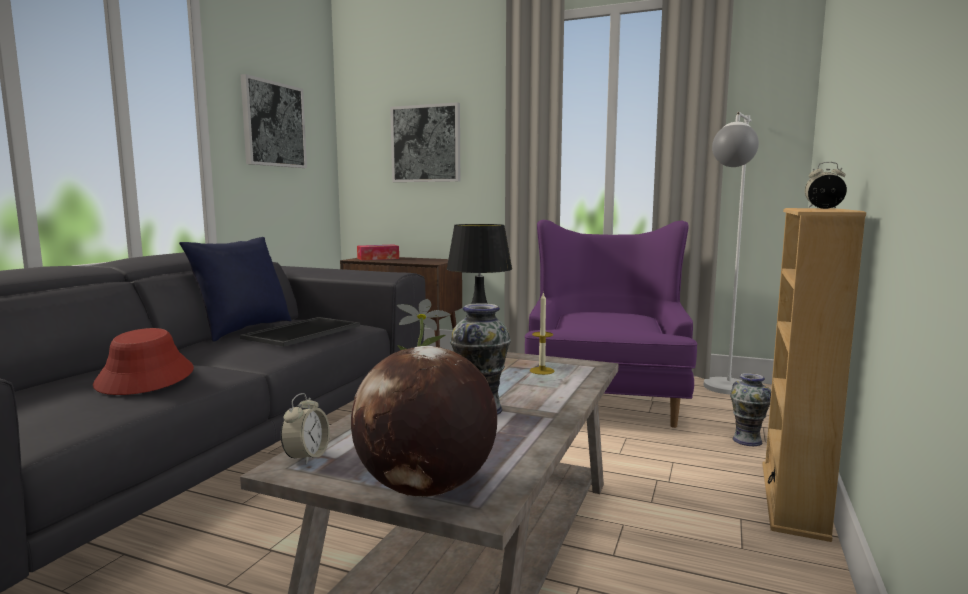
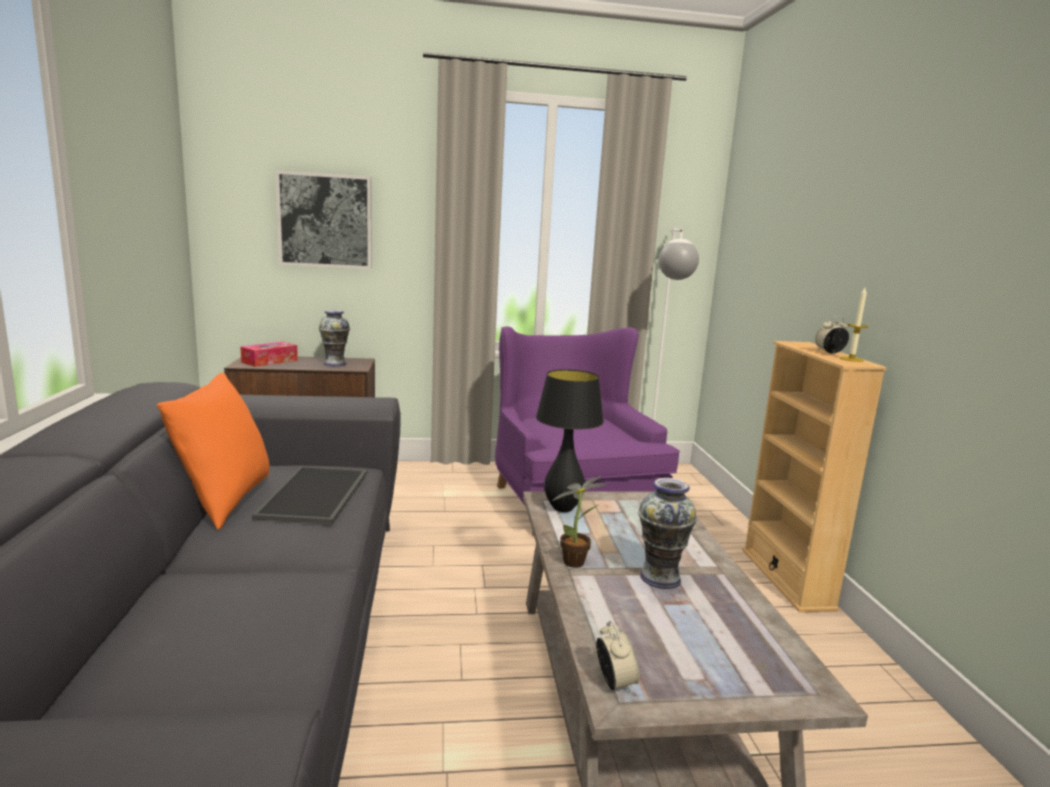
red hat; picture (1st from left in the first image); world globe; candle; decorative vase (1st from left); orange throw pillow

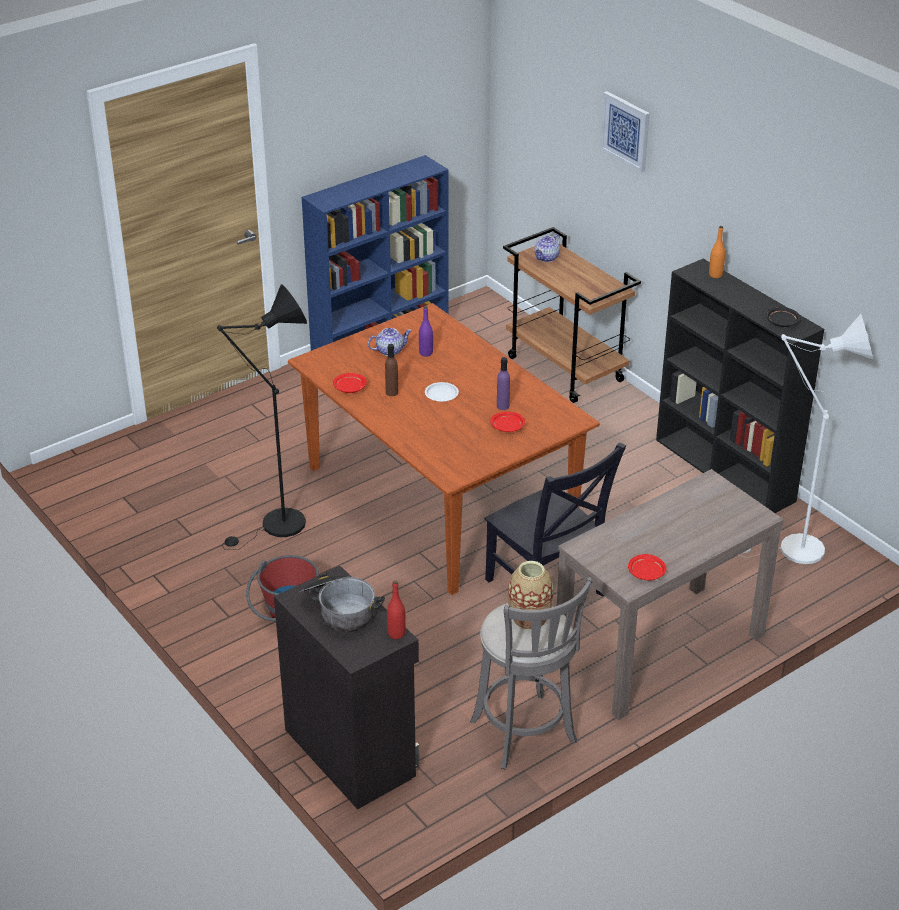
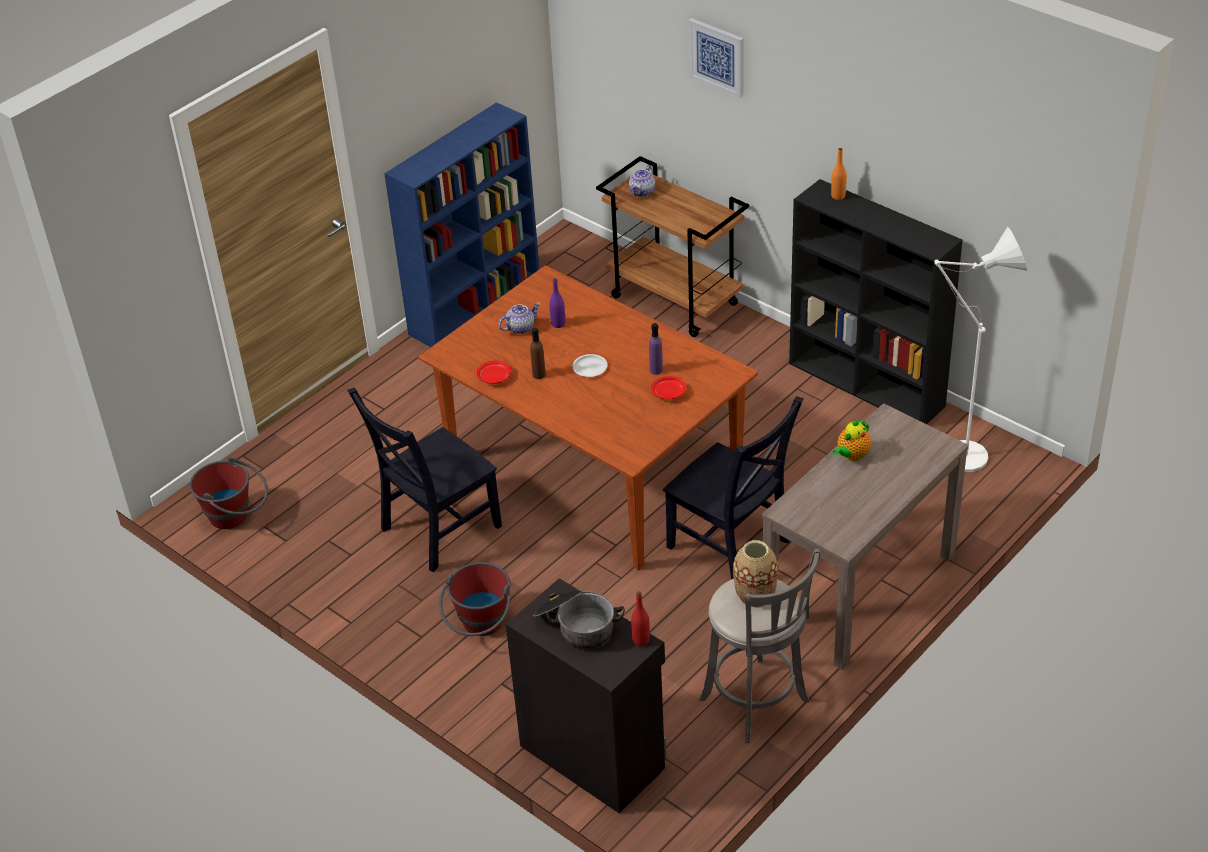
red dinner plate (3rd from left in the first image); blackish dinner plate; red pail (1st from left); tea pot (3rd from left); blackish plain chair (1st from left)

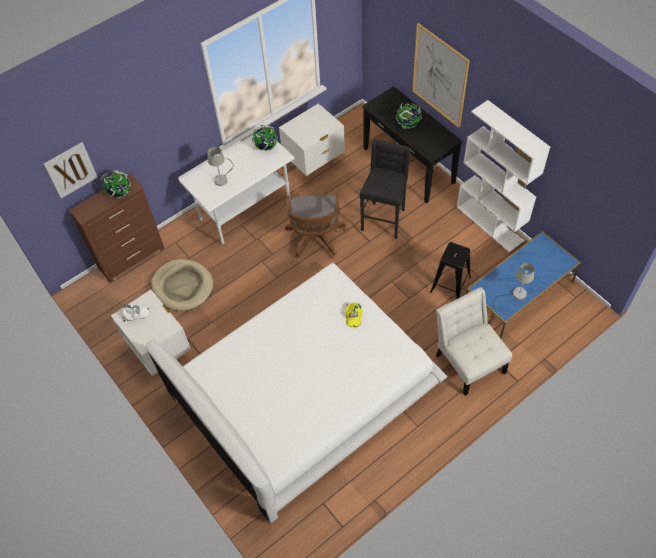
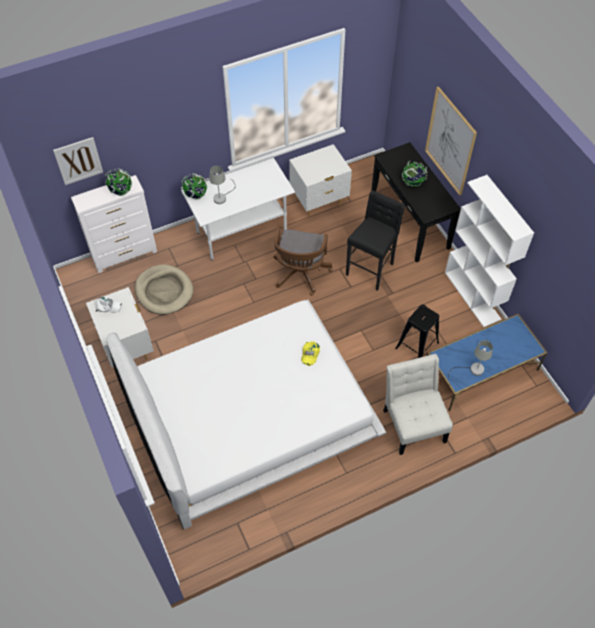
world globe (2nd from left); white-coloured chest of drawers

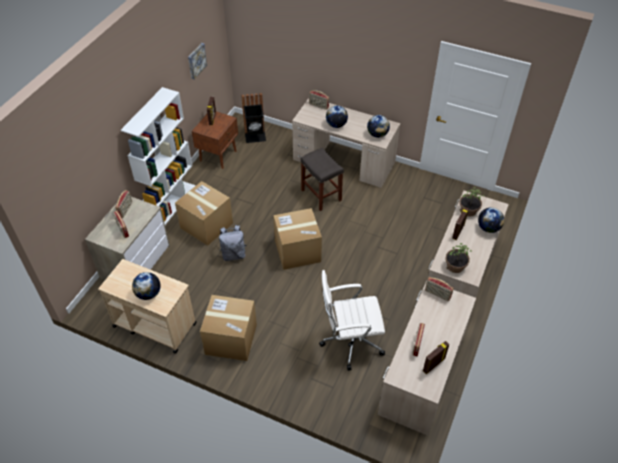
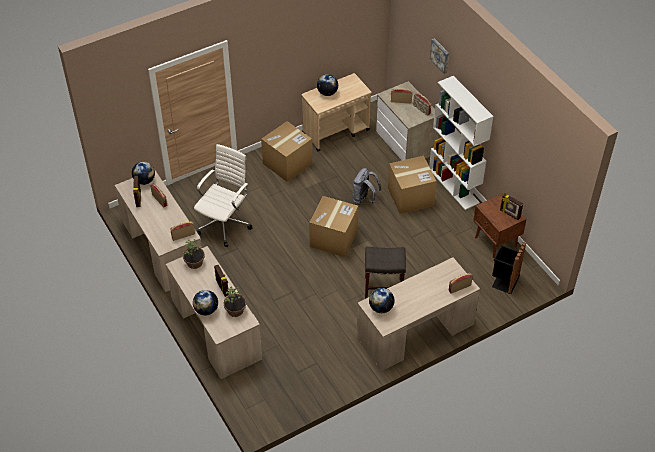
picture; world globe (1st from left)

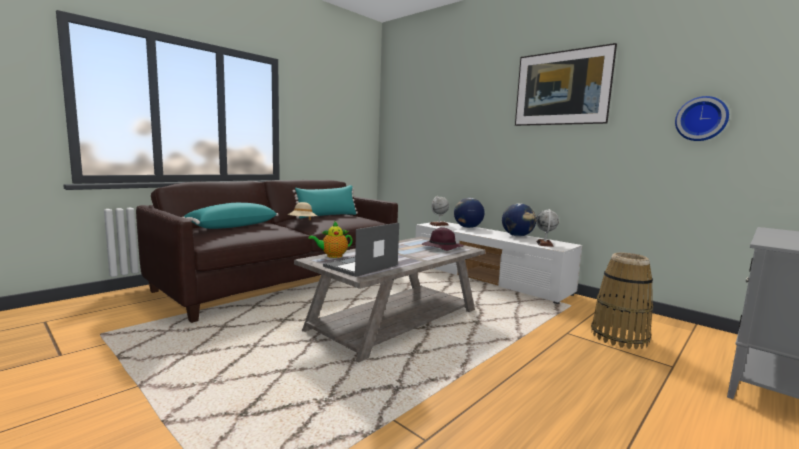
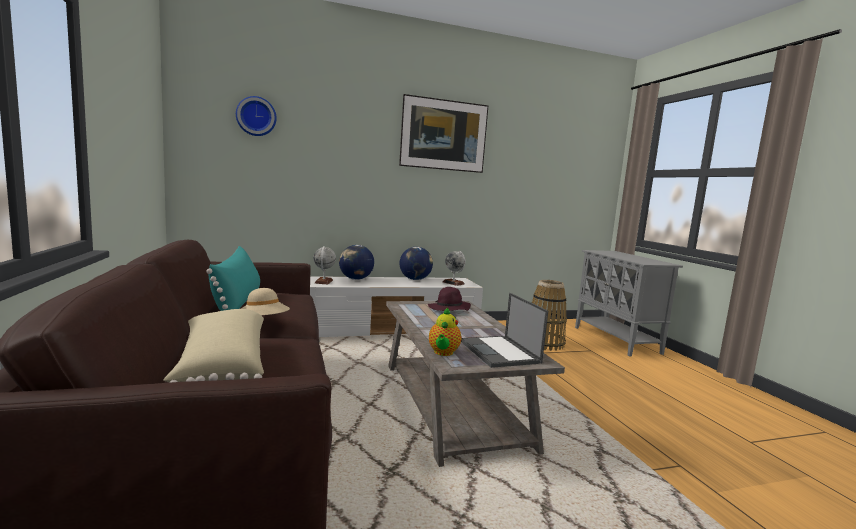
clock on the wall; sand-coloured throw pillow

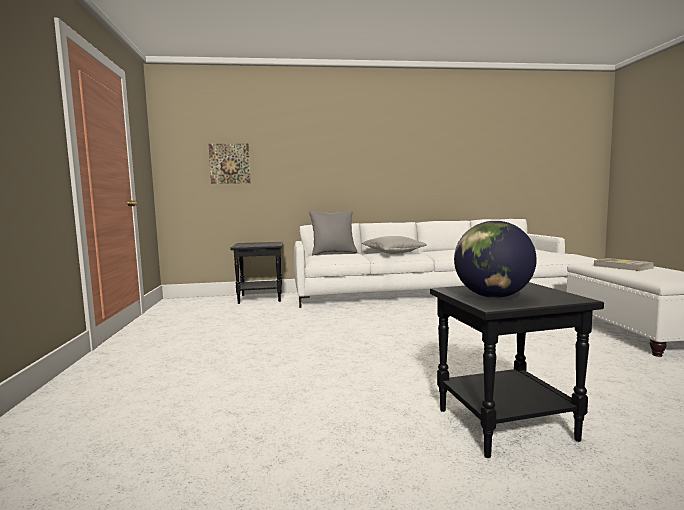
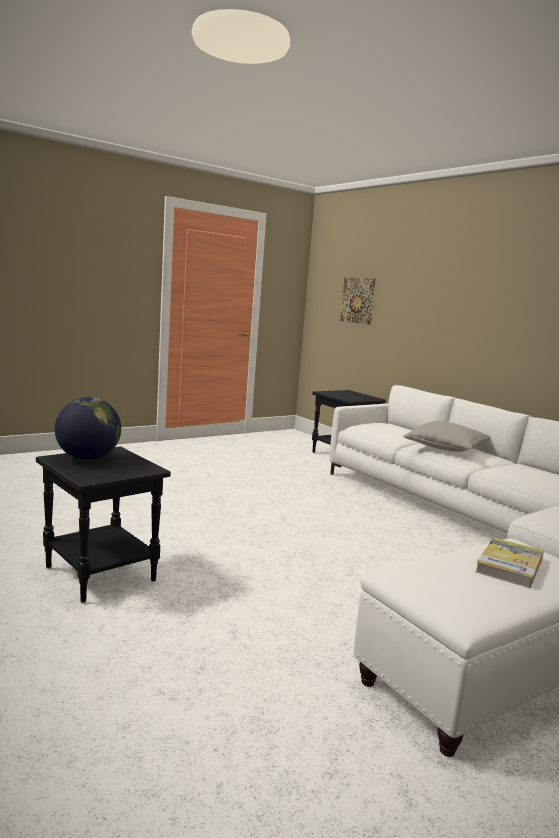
gray throw pillow (1st from left in the first image)

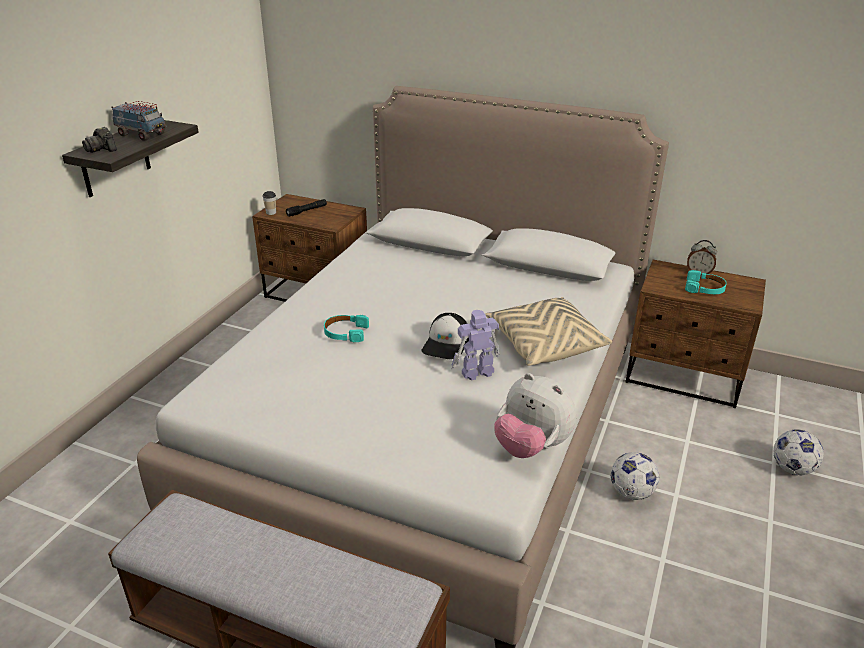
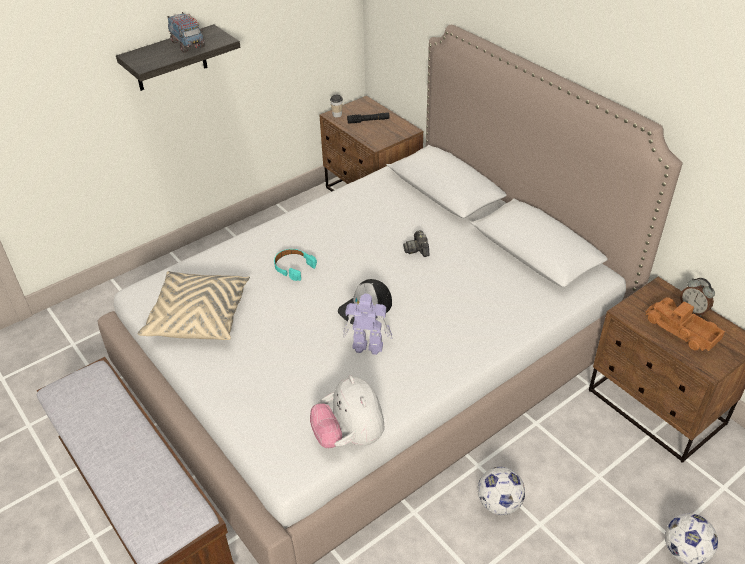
photo camera; sand-coloured throw pillow; model truck (2nd from left)

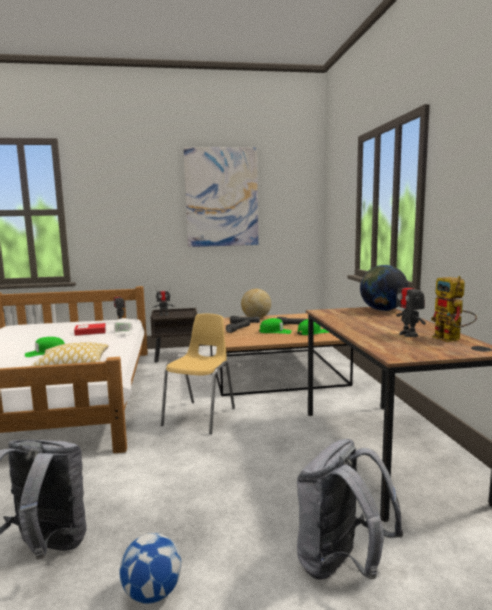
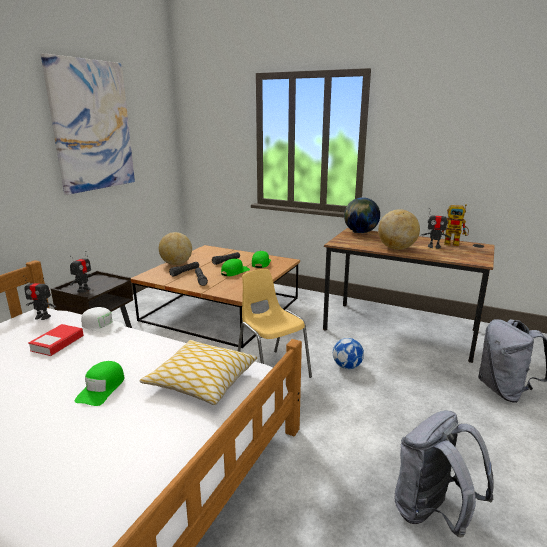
world globe (3rd from left); football ball

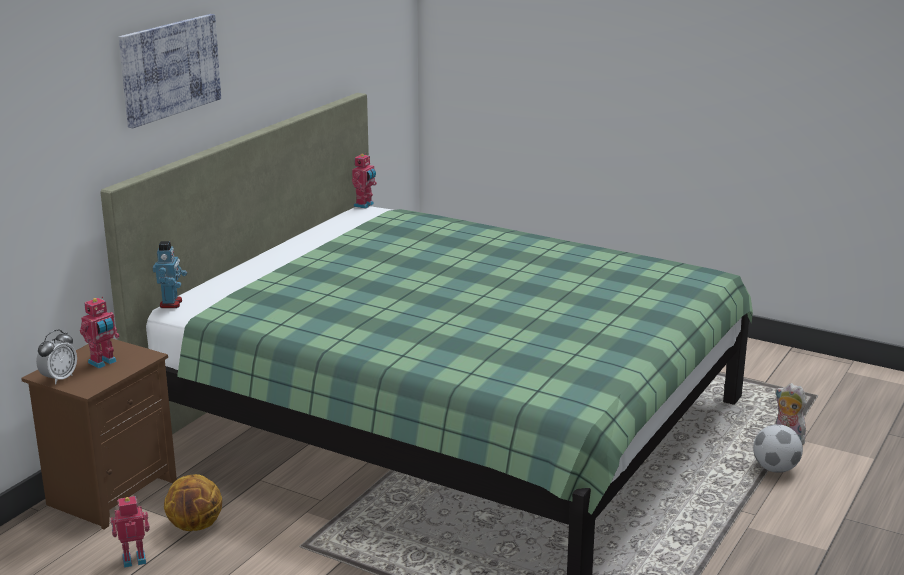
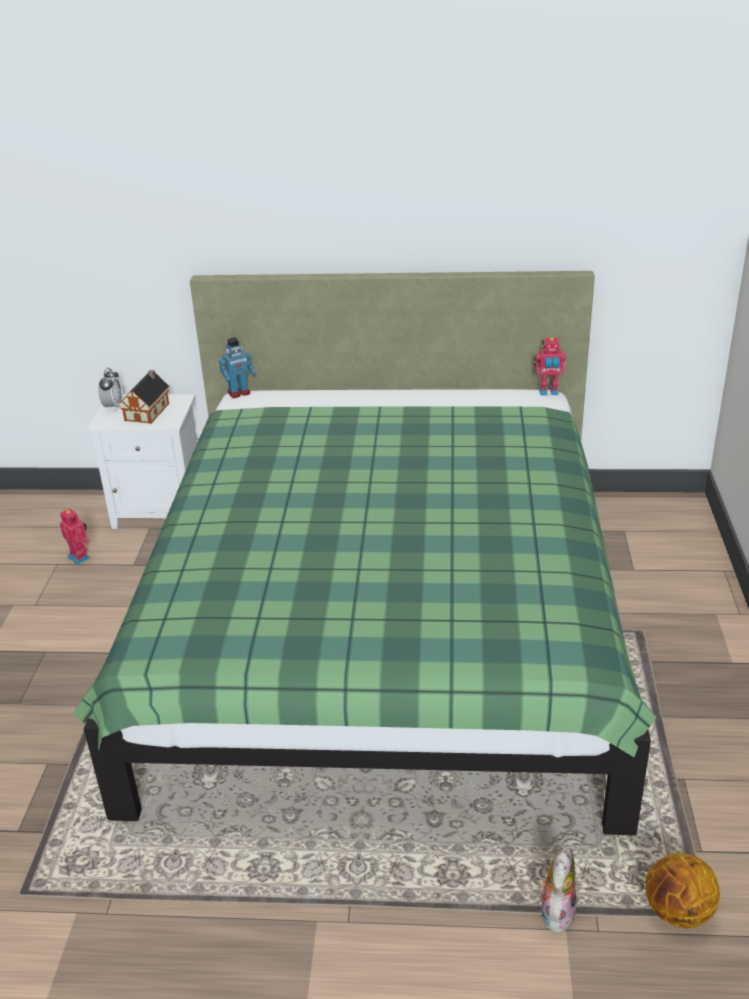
picture; football ball; ball for basketball; model house; white-coloured bedside table; bedside clock

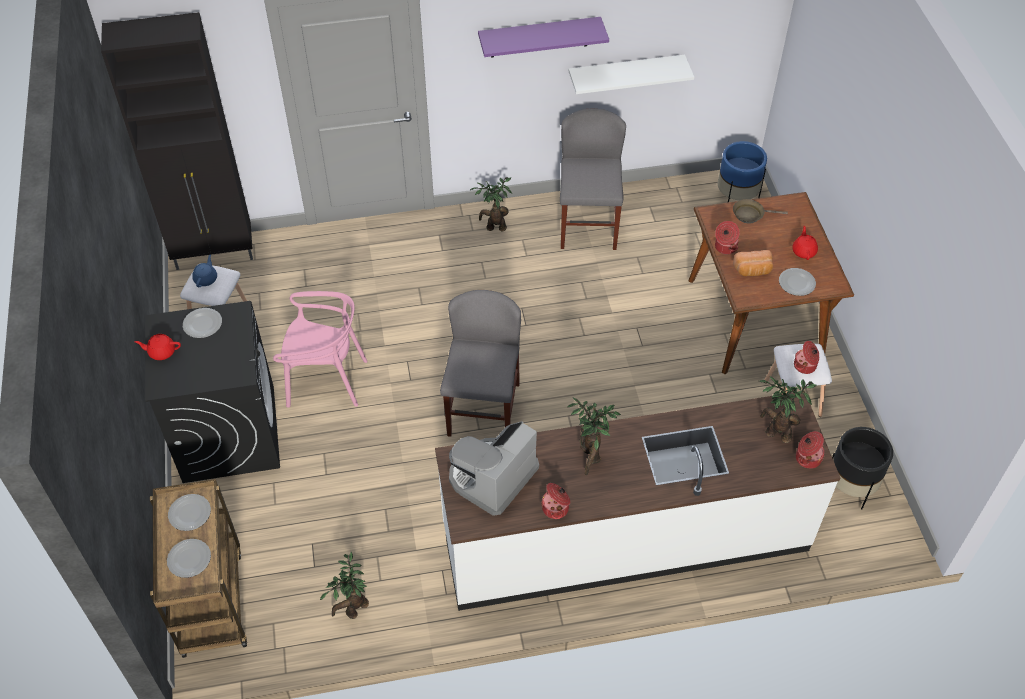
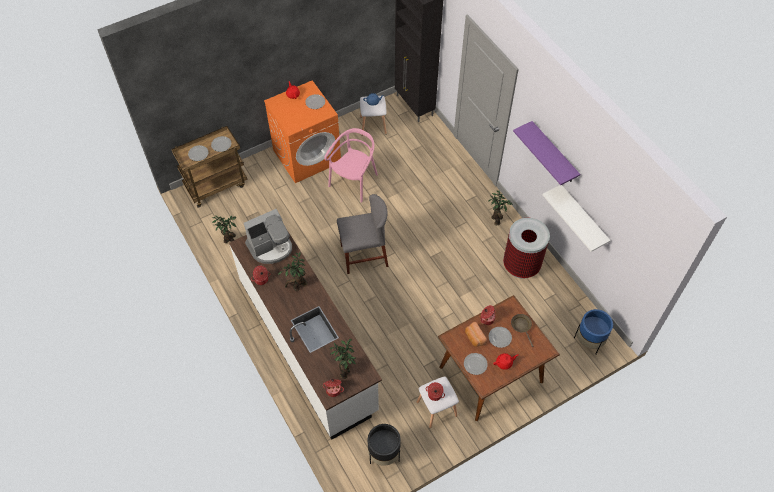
dinner plate (5th from left); waste bin; orange washing machine; pink-coloured plain chair; coffee machine

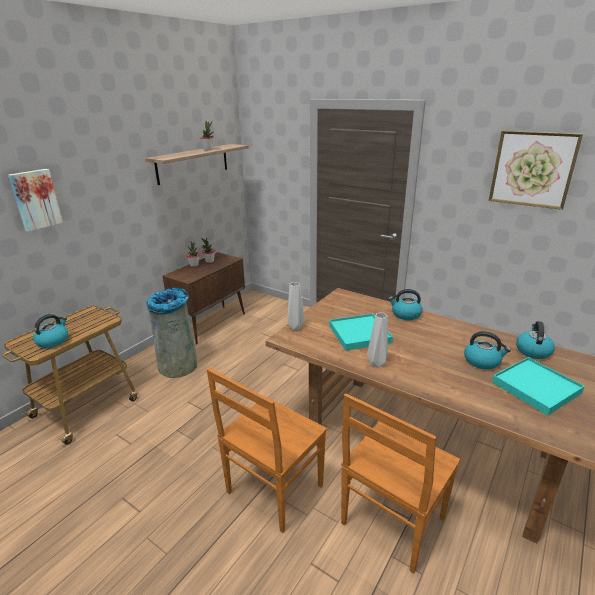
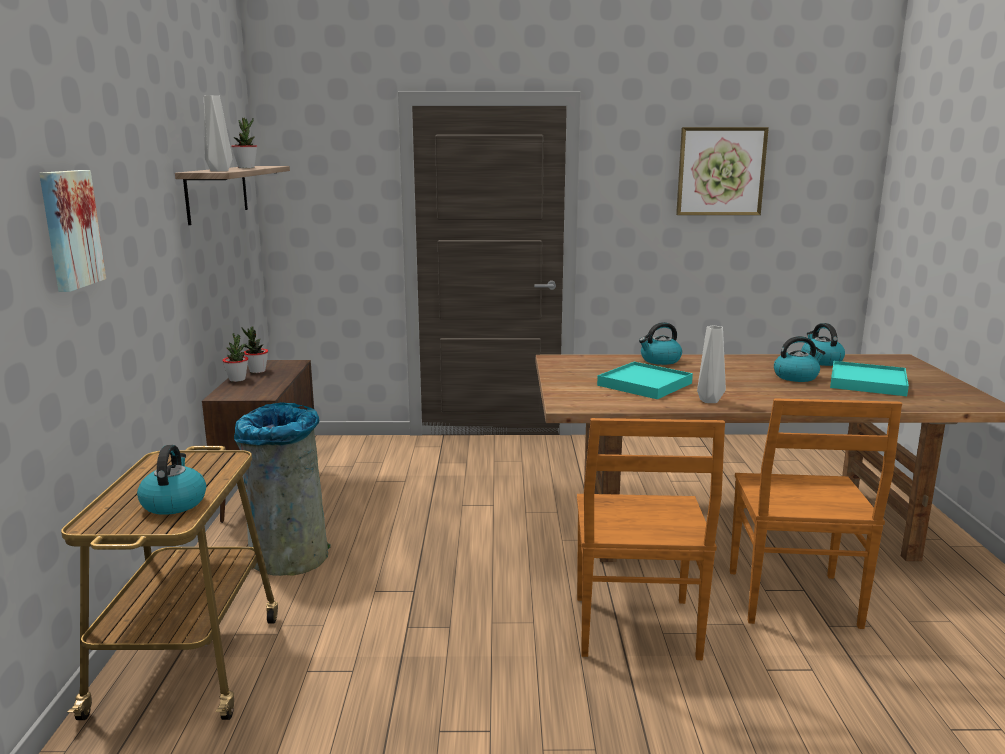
gray decorative vase (1st from left)

